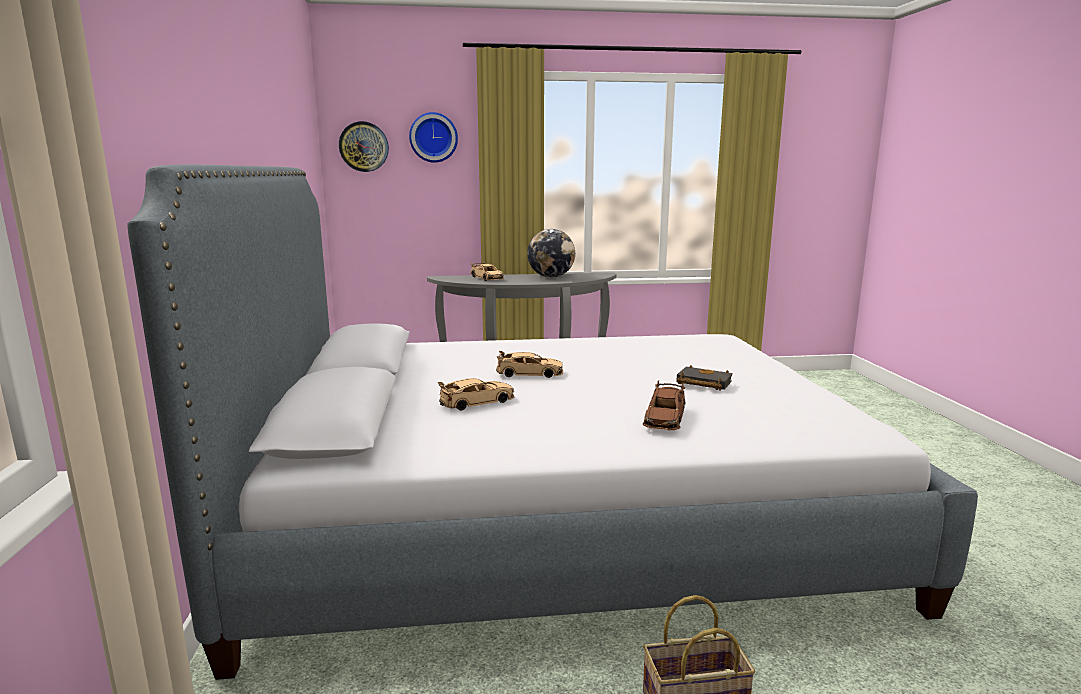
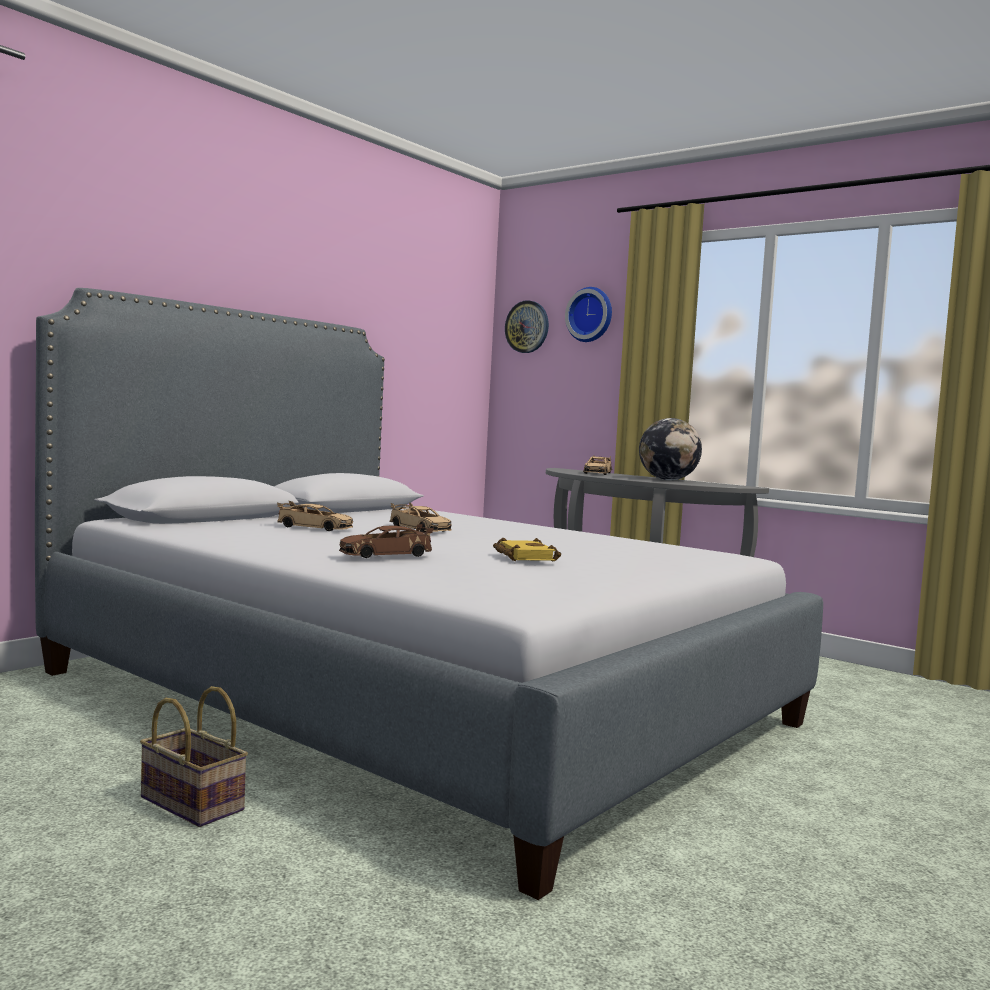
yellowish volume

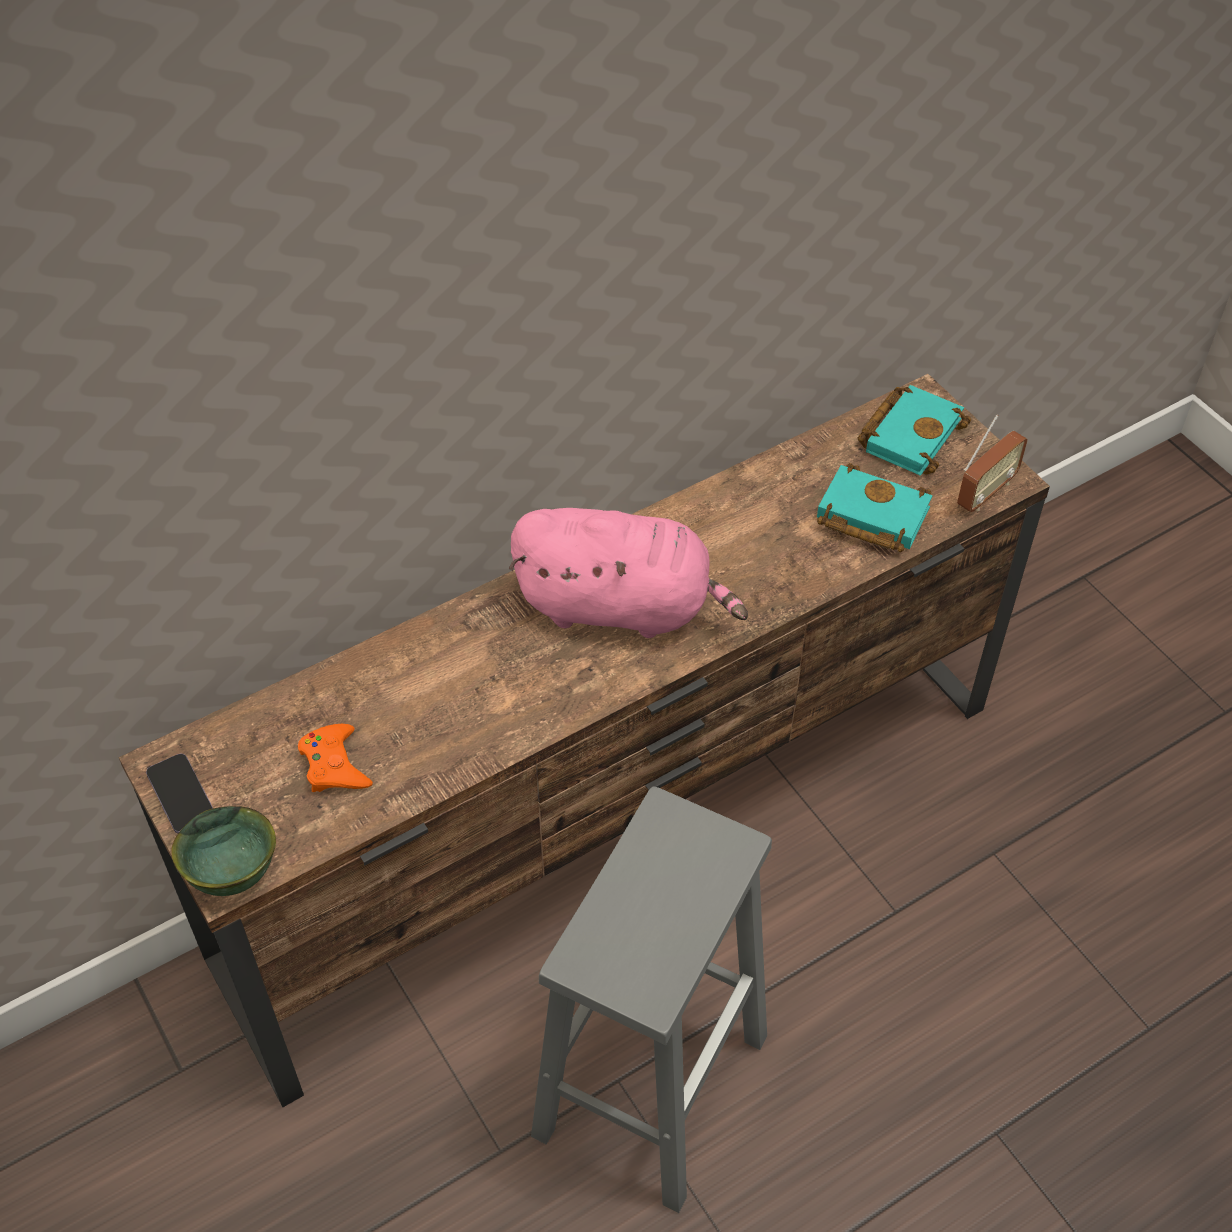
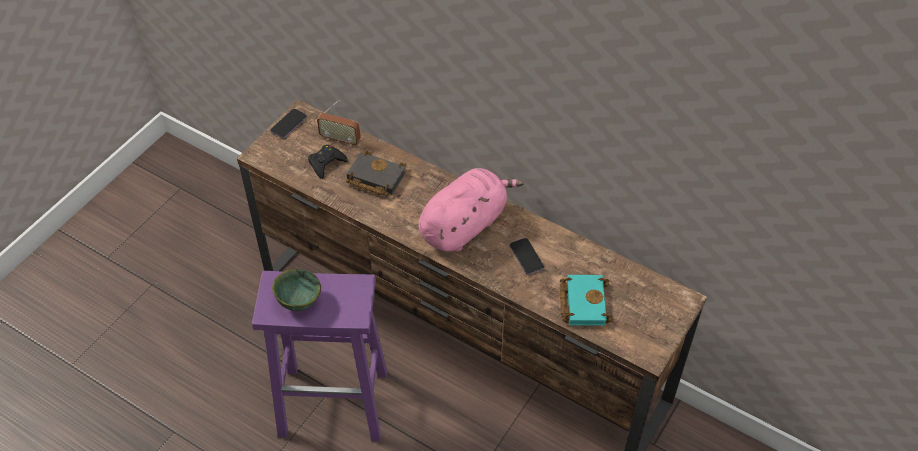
turquoise volume (2nd from left in the first image); blackish volume; telephone (2nd from left); greenish deep dish; radio; blackish gamepad; purple stool seat; pink-coloured cuddly toy

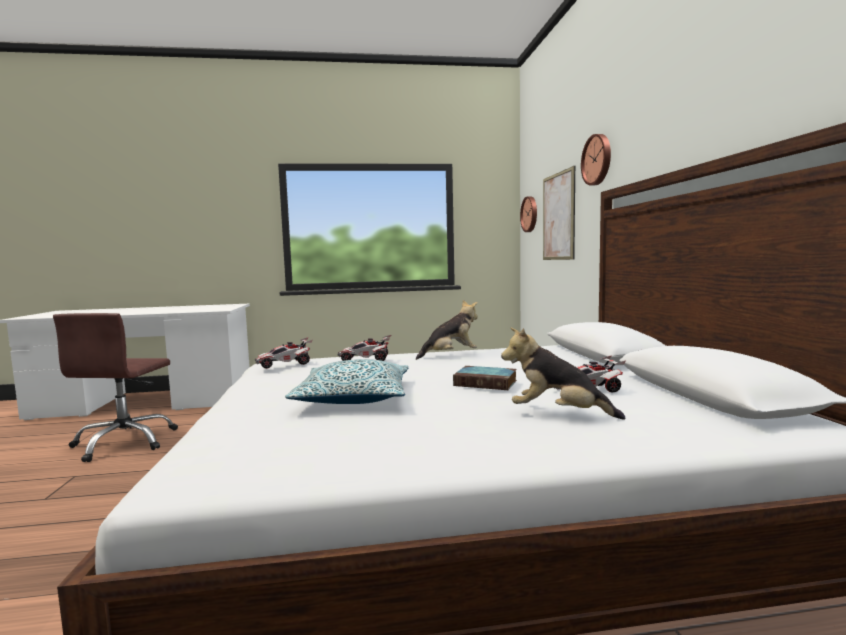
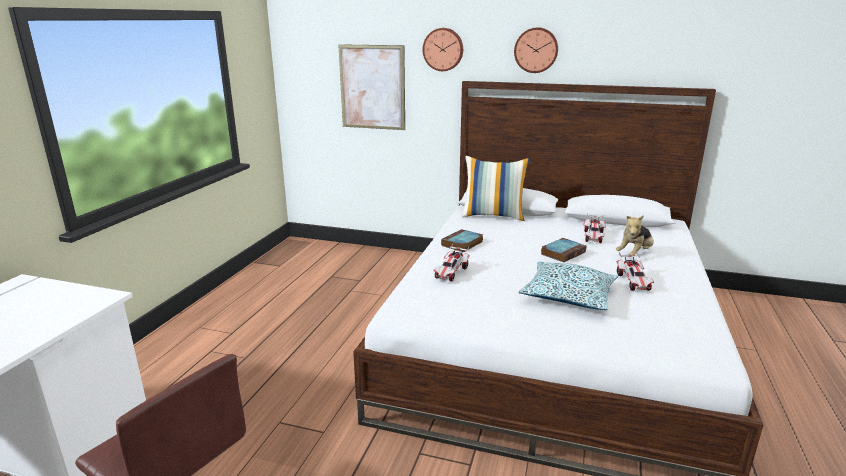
throw pillow (1st from left); miniature car (3rd from left); clock on the wall (2nd from left); volume (1st from left)

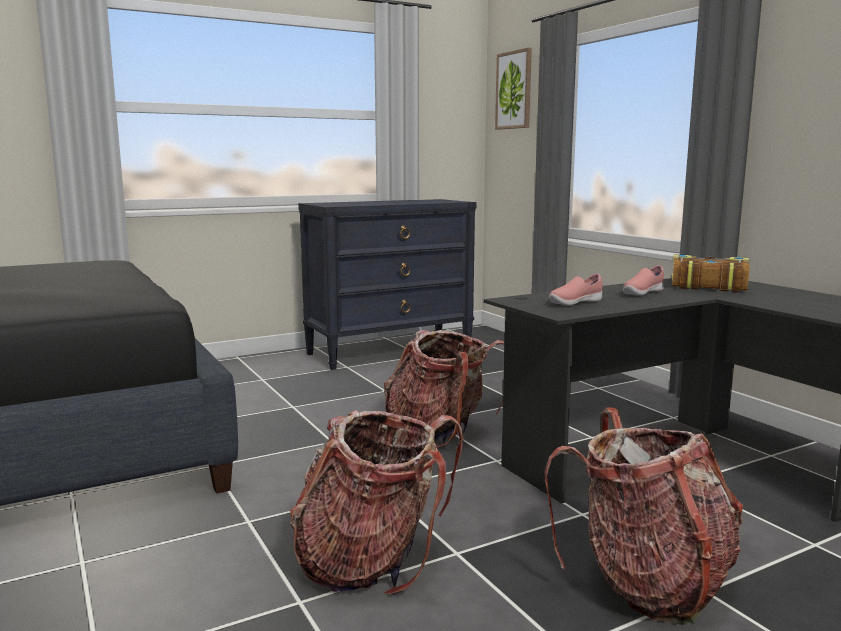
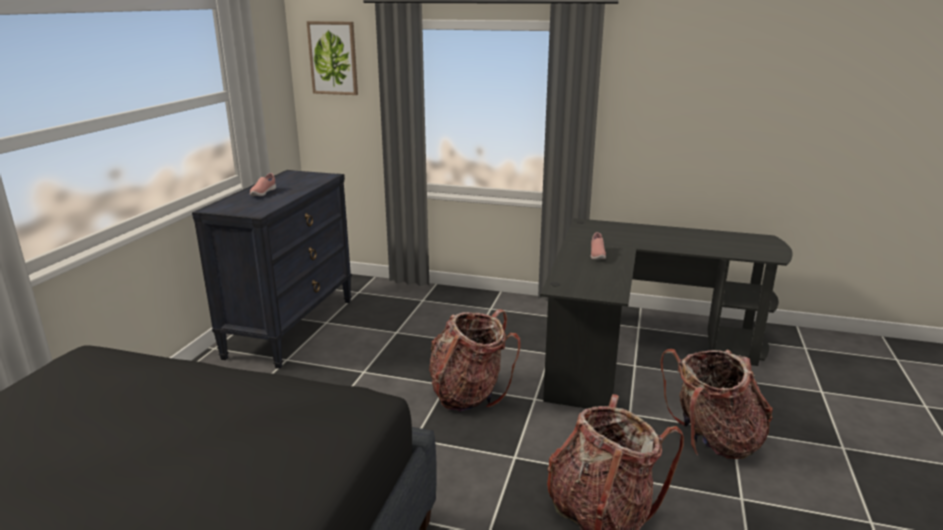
volume; pink-coloured item of footwear (1st from left)

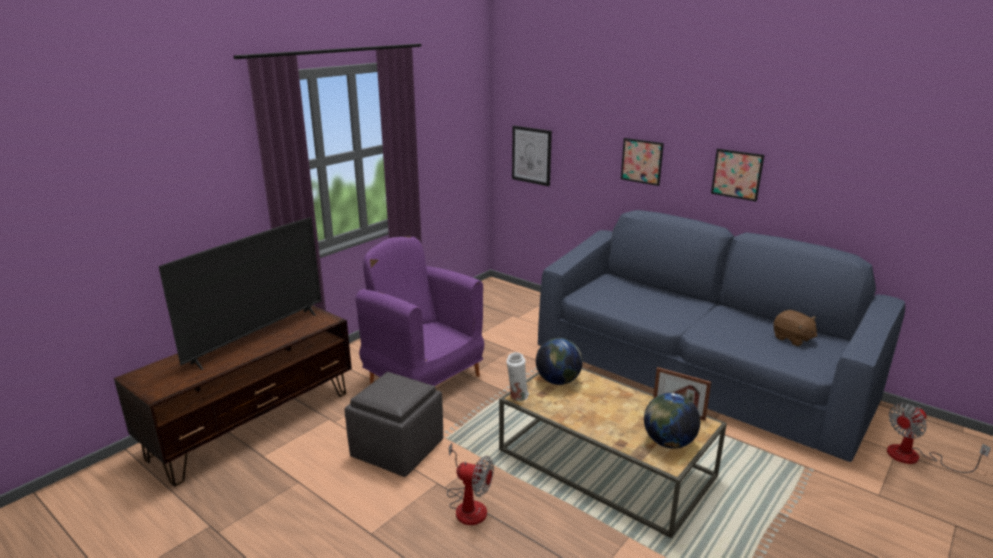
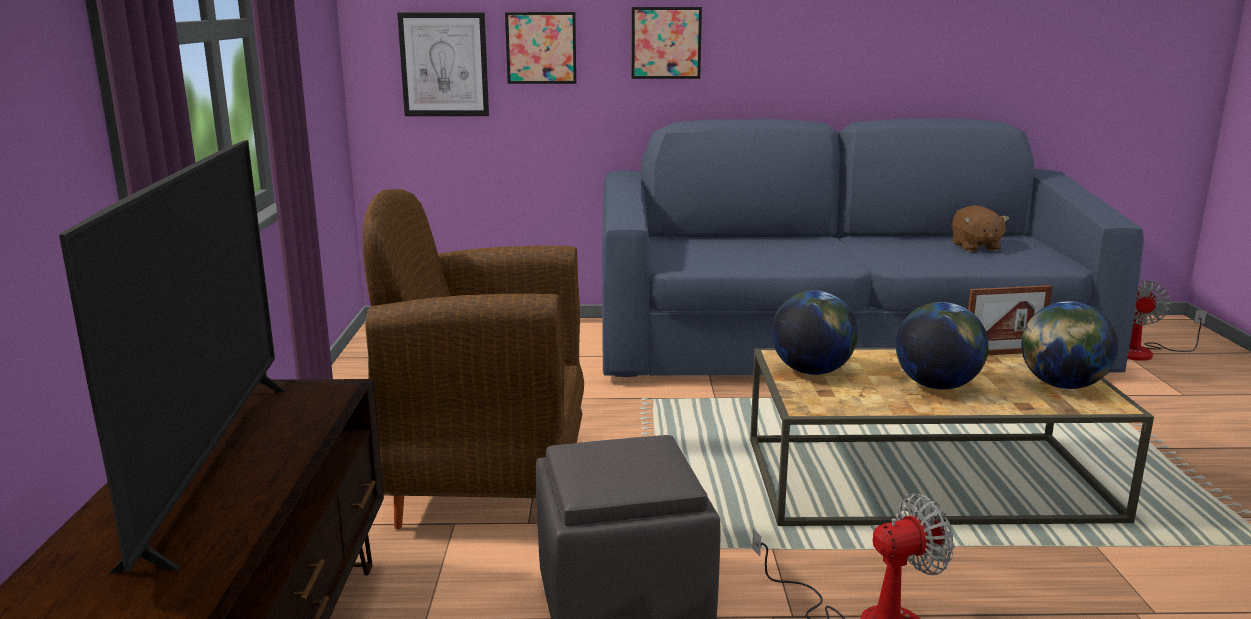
white-coloured decorative vase; world globe (2nd from left); picture (2nd from left); brownish easy chair; brownish cuddly toy

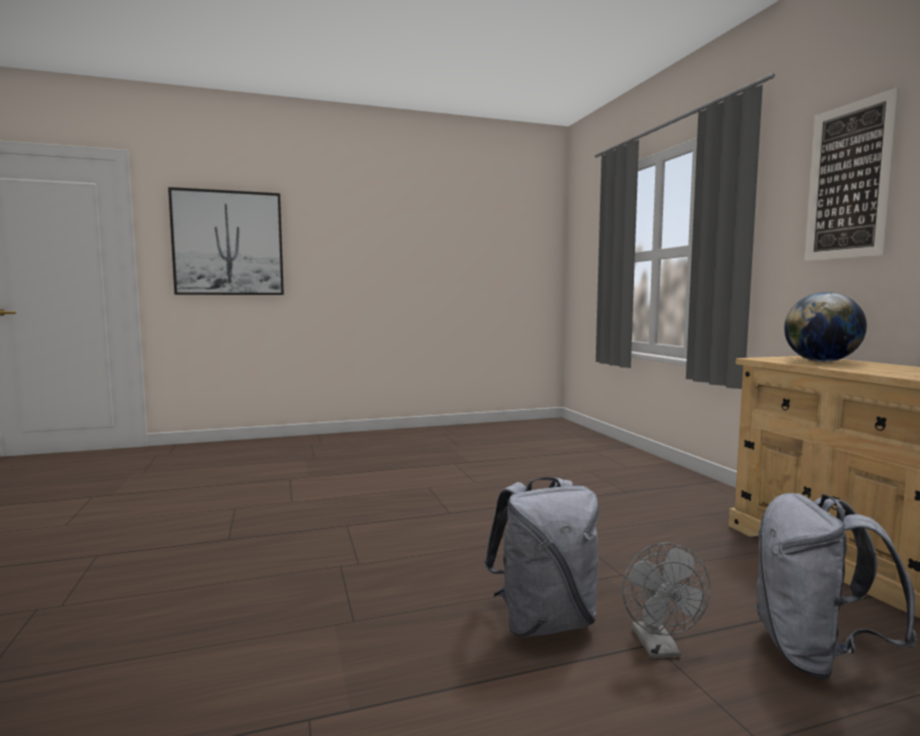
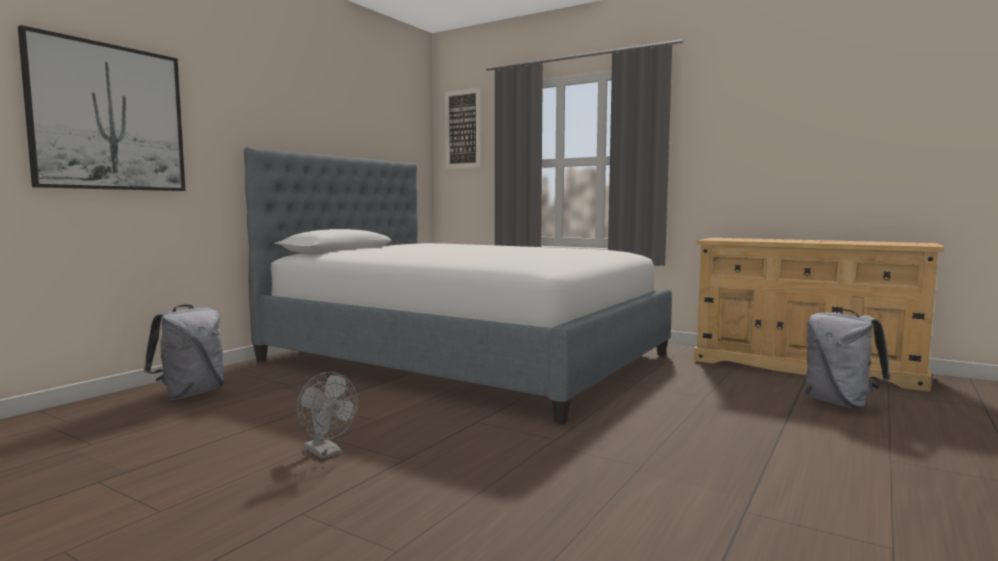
world globe; sleeping bed; gray rucksack (1st from left); gray cooling fan; picture (2nd from left)

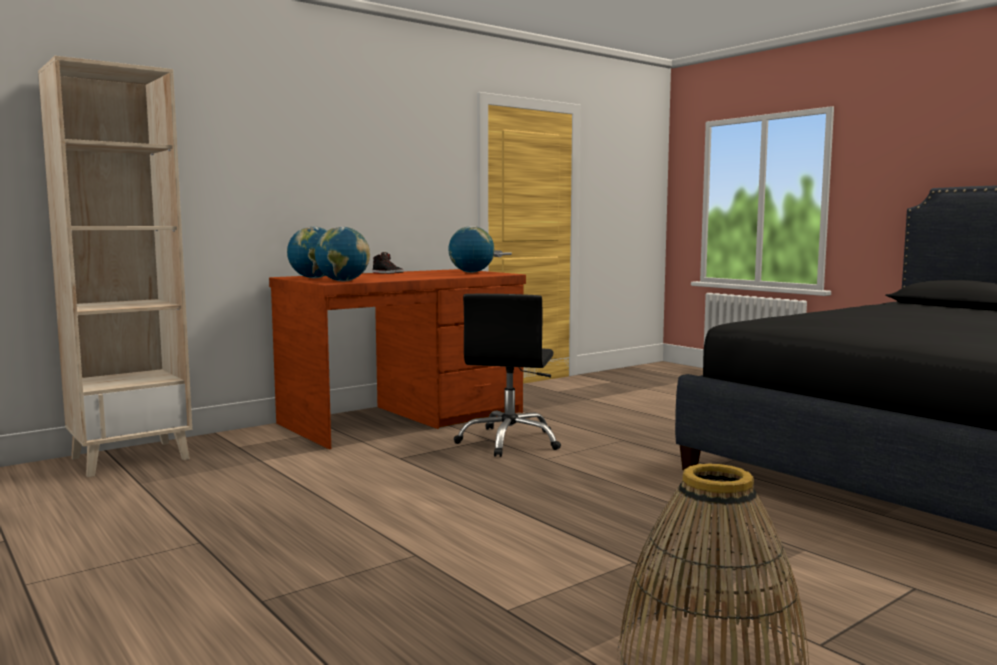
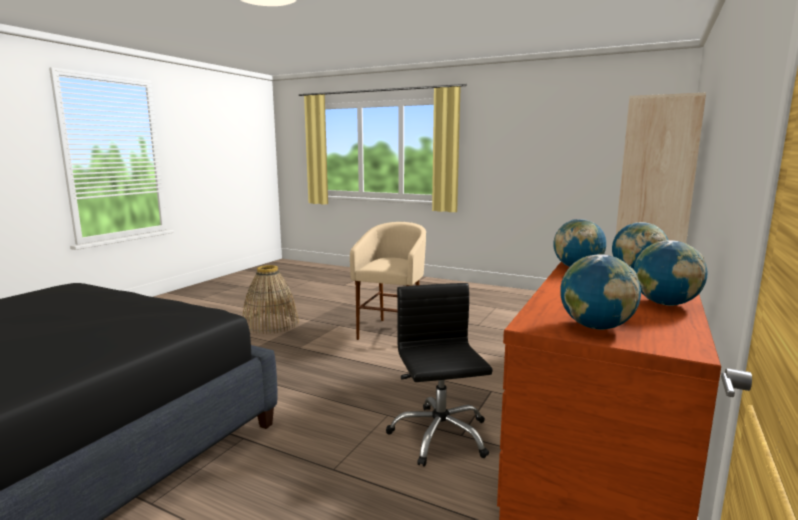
sand-coloured stool seat; world globe (4th from left)

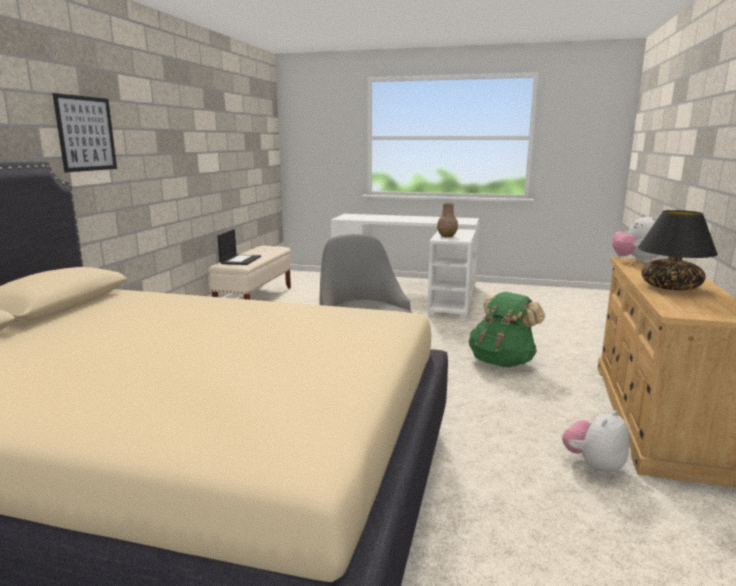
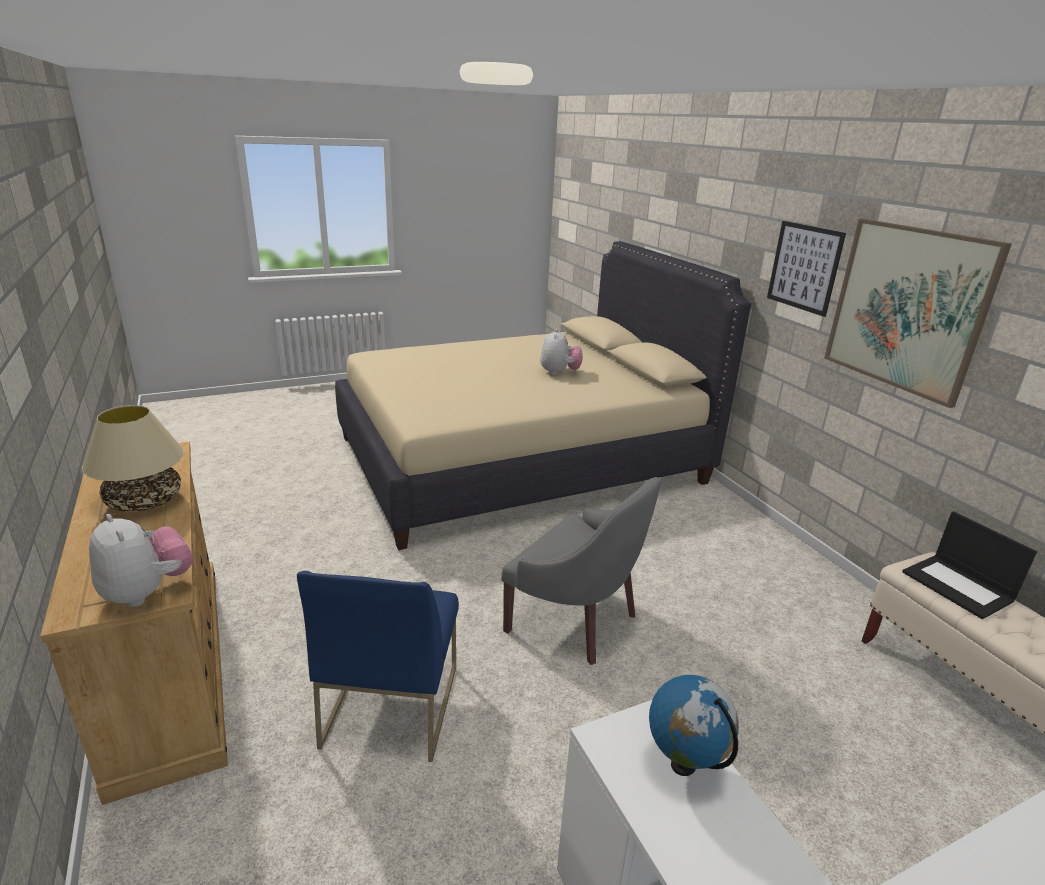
picture (2nd from left); cuddly toy (2nd from left); world globe; blue plain chair; sand-coloured table lamp

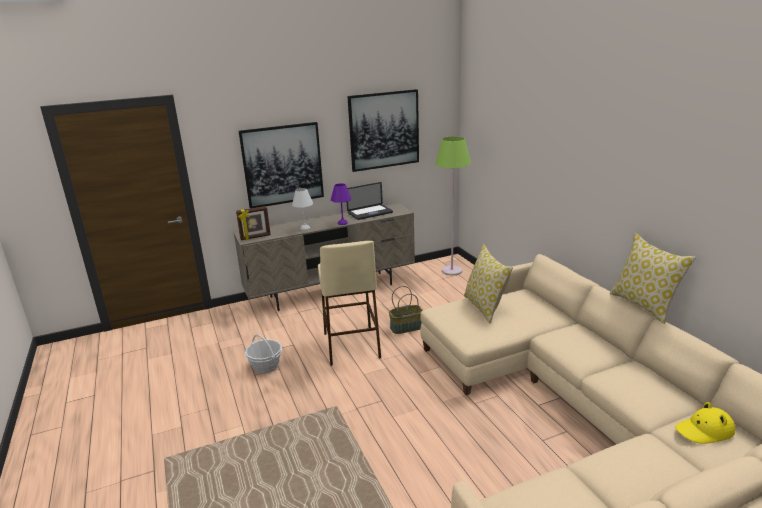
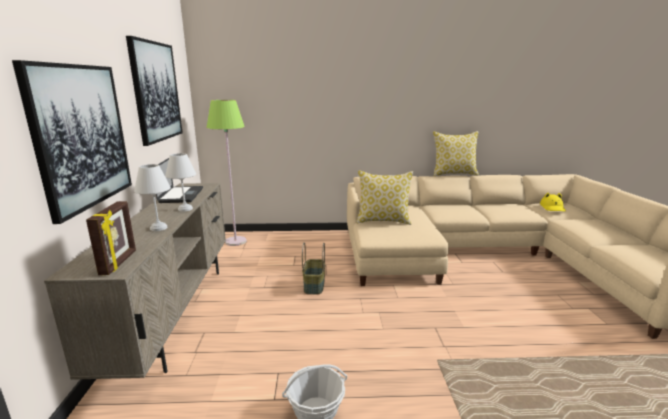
sand-coloured stool seat; white-coloured table lamp (2nd from left)

